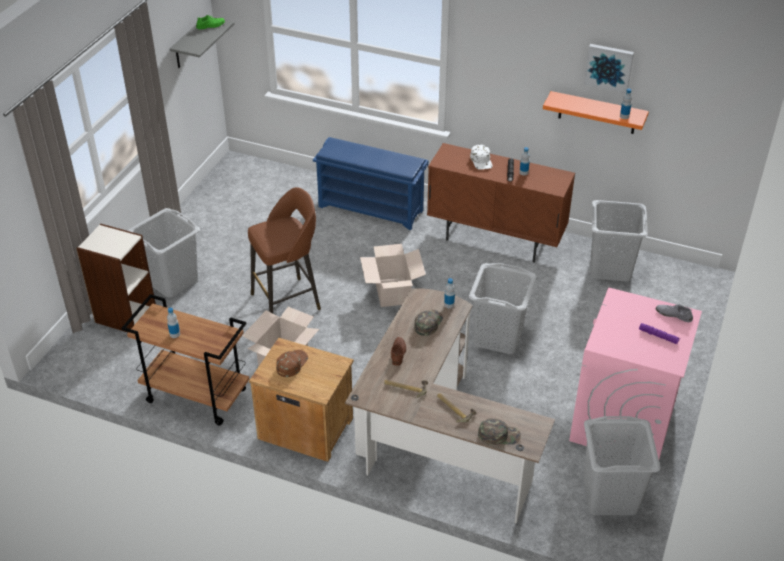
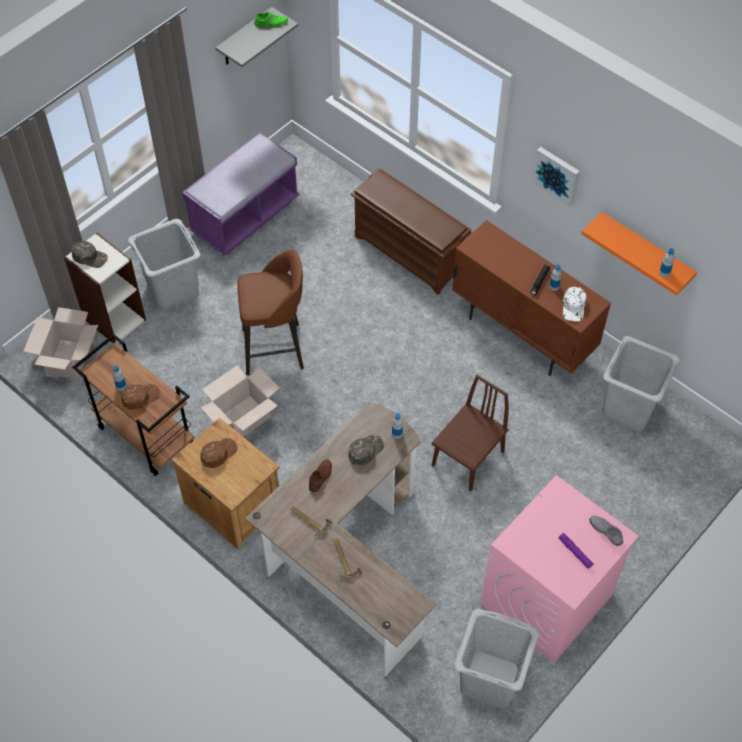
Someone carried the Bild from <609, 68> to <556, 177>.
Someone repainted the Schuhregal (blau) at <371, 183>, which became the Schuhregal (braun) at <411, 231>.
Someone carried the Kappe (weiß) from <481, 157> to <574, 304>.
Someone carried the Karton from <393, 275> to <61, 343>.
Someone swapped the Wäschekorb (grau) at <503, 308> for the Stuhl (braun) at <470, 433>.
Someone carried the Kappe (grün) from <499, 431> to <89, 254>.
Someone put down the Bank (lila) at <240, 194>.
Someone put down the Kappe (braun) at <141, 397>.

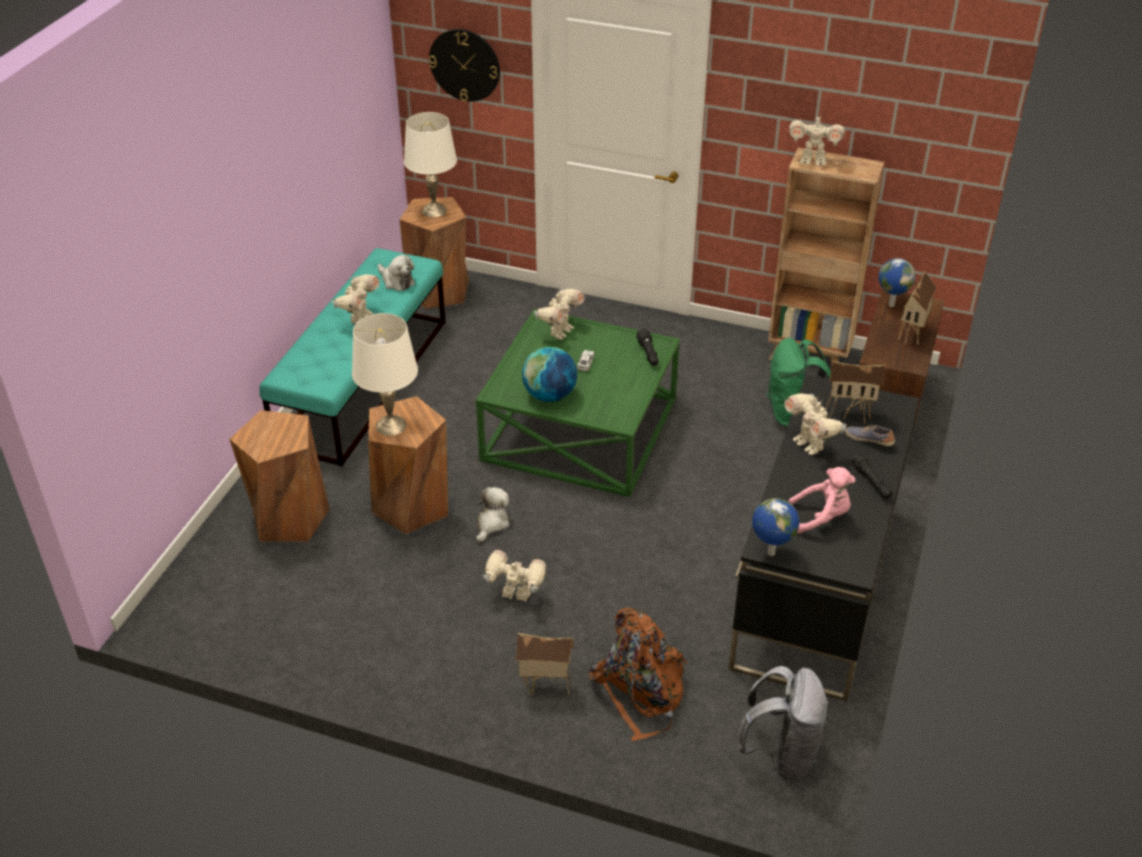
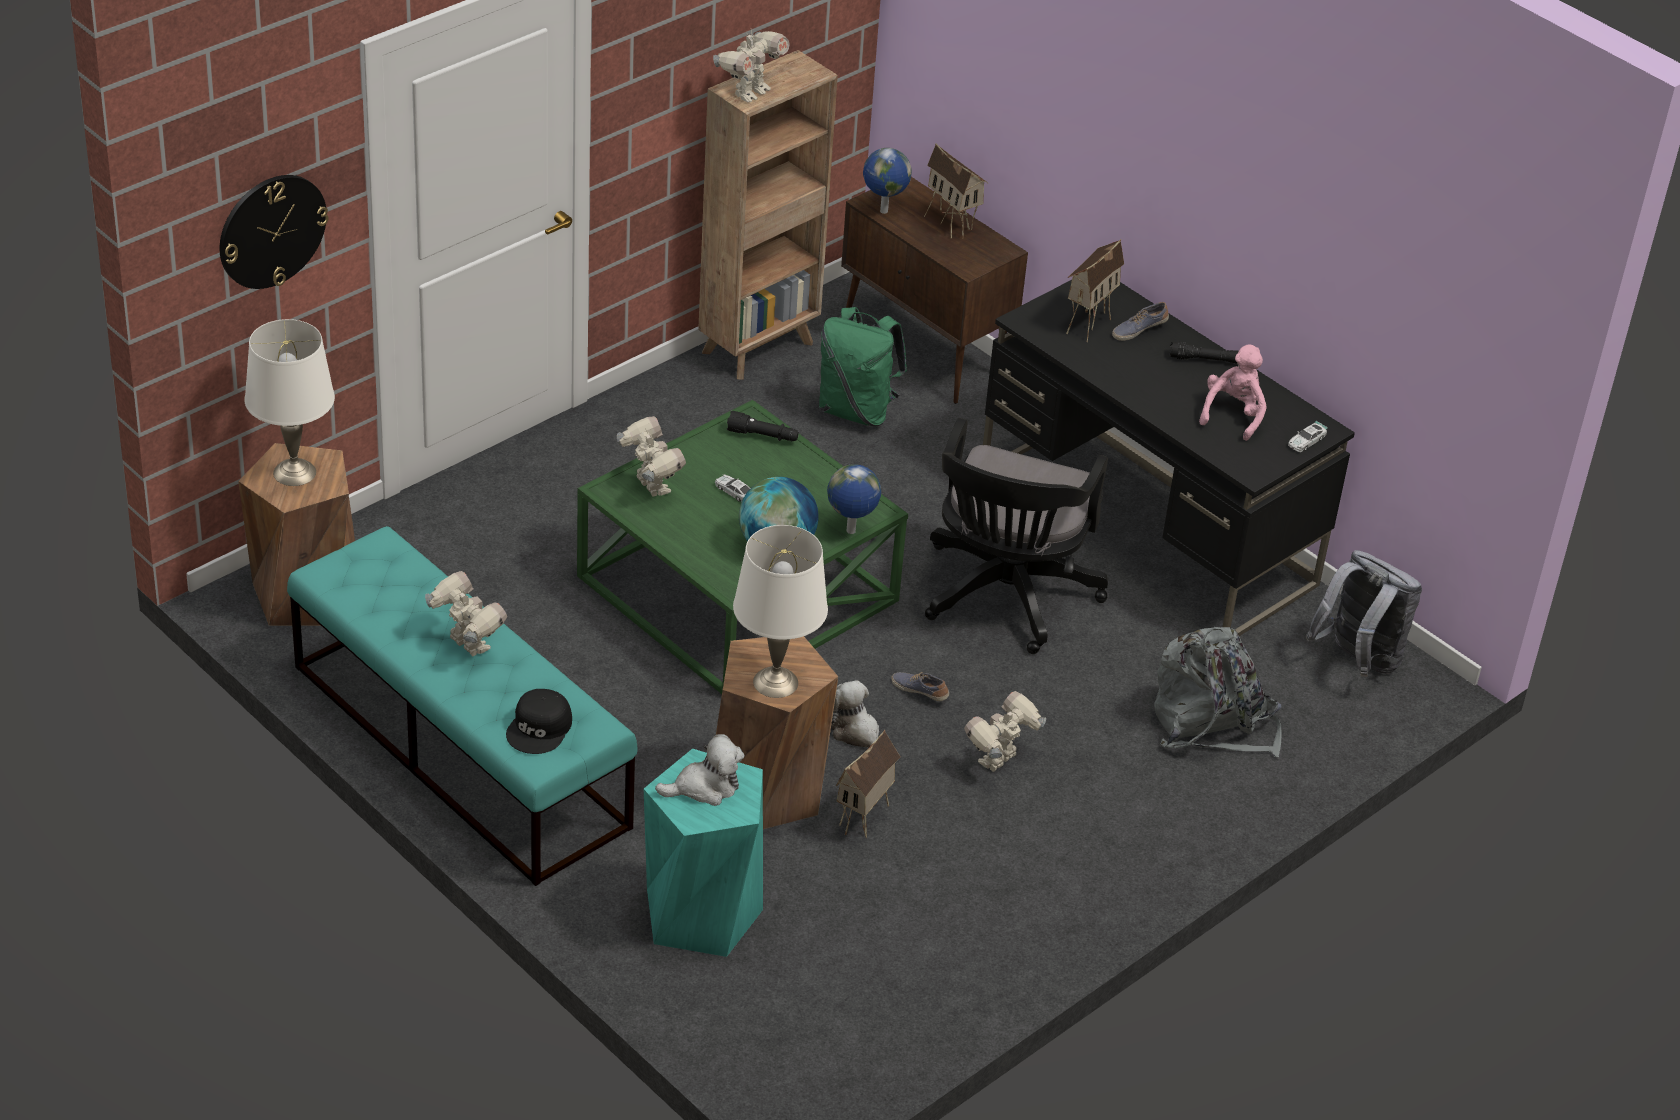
Someone carried the Plüschtier from <396, 273> to <699, 770>.
Someone took away the Spielzeugroboter at <815, 424>.
Someone repainted the Hocker (braun) at <279, 476>, which became the Hocker (türkis) at <703, 853>.
Someone carried the Globus from <775, 527> to <854, 499>.
Someone repainted the Rucksack (braun) at <638, 674>, which became the Rucksack (grau) at <1218, 692>.
Someone carried the Spielzeughaus from <545, 664> to <868, 784>.
Someone put down the Bürostuhl (schwarz) at <1016, 536>.
Someone put down the Spielzeugauto at <1308, 436>.
Someone put down the Schuh at <920, 686>.
Someone put down the Kappe (schwarz) at <539, 721>.

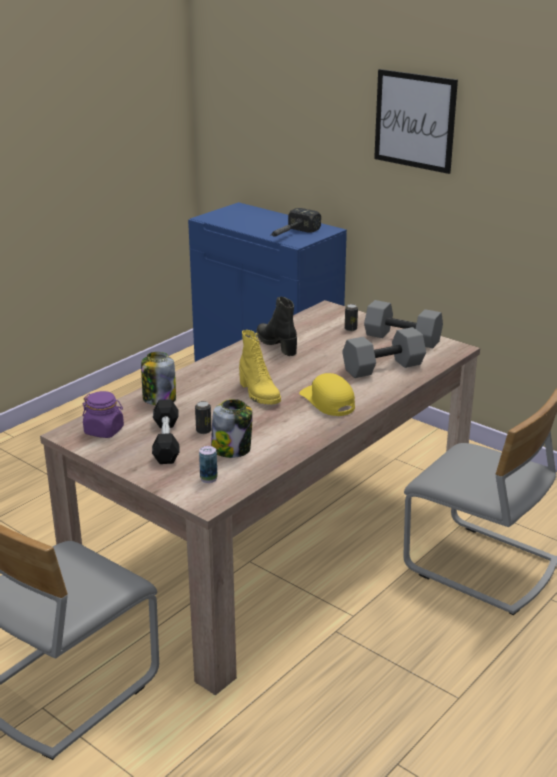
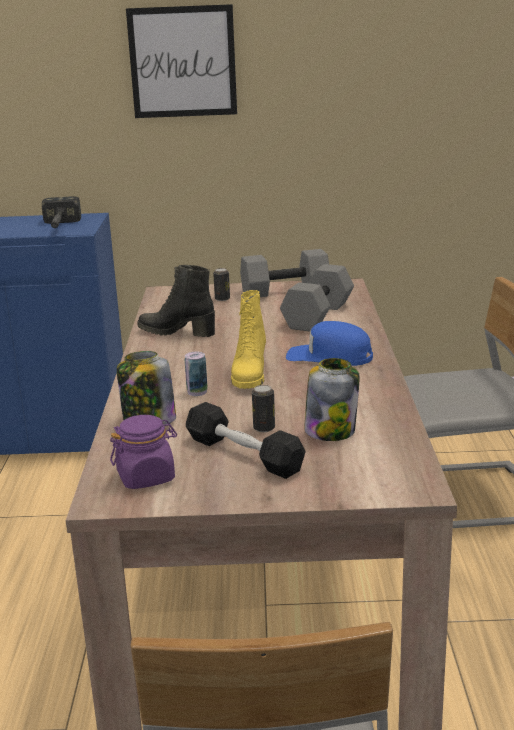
Someone rotated the Stiefel (gelb) at <260, 367> by 75 degrees clockwise.
Someone repainted the Kappe (gelb) at <327, 394>, which became the Kappe (blau) at <329, 343>.
Someone carried the Dose from <208, 464> to <196, 374>.

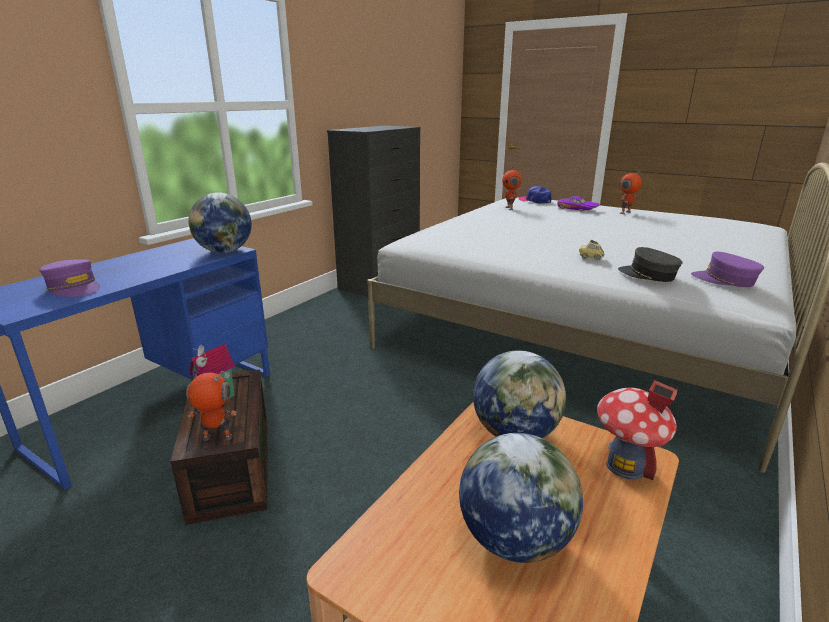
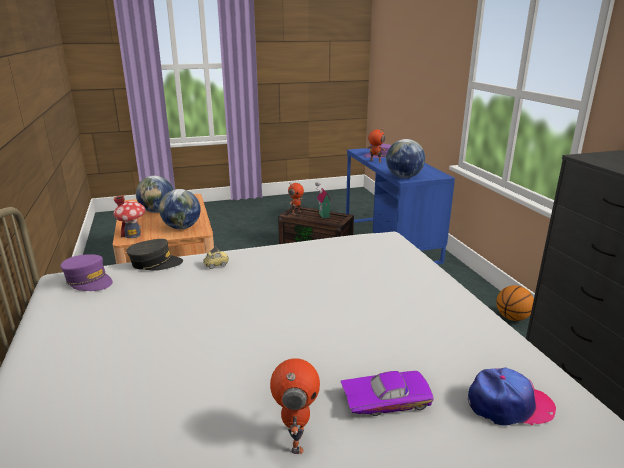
Someone carried the Spielzeugroboter from <512, 188> to <376, 145>.
Someone rotated the Kappe (lila) at <727, 269> by 45 degrees clockwise.
Someone put down the Basketball at <515, 303>.

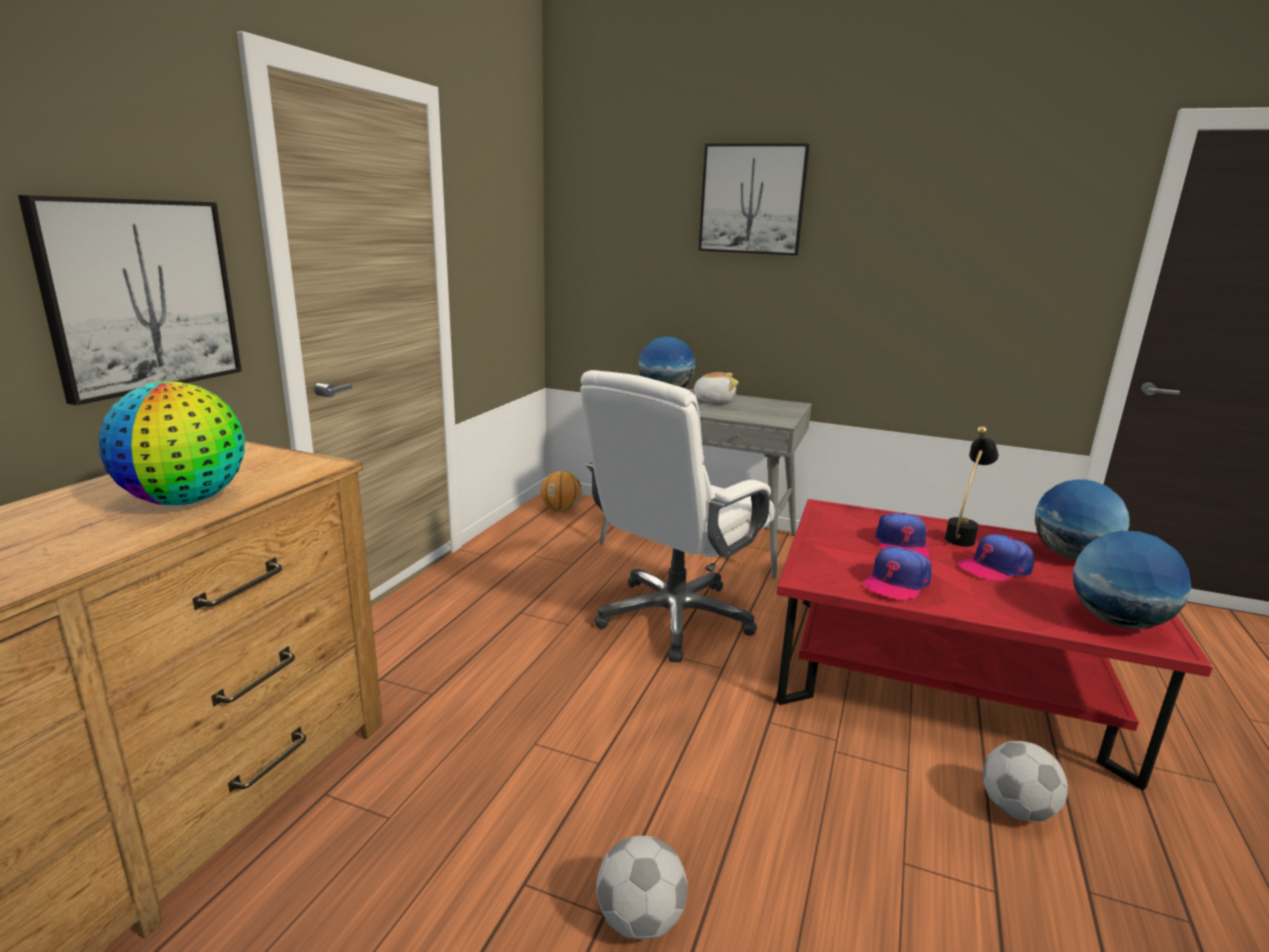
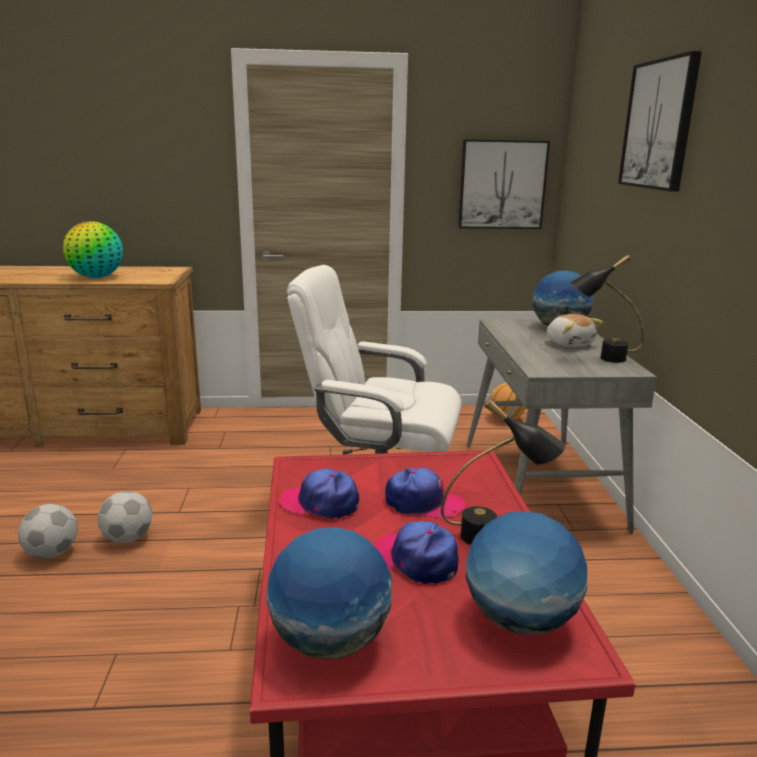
Someone carried the Bild from <130, 300> to <504, 184>.
Someone rotated the Kappe at <902, 534> by 150 degrees counterclockwise.
Someone carried the Fußball from <1025, 781> to <125, 517>.
Someone put down the Tischlampe (schwarz) at <607, 309>.

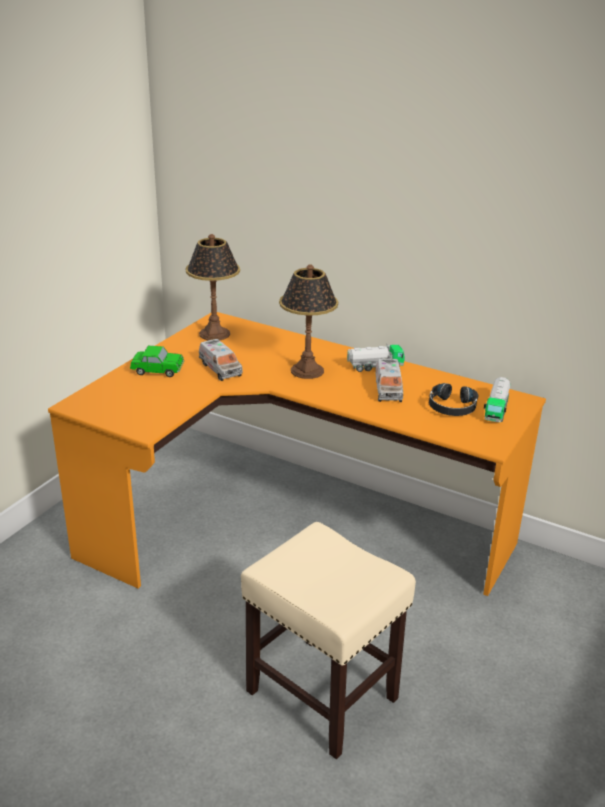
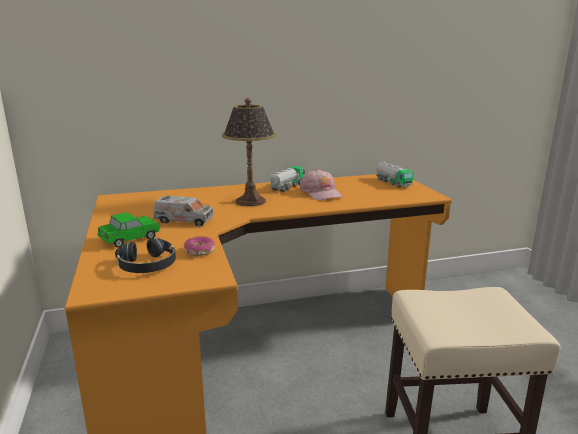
Someone took away the Tischlampe at <212, 287>.
Someone swapped the Spielzeuglaster at <389, 380> for the Kappe (rosa) at <321, 185>.
Someone carried the Kopfhörer (schwarz) from <454, 399> to <145, 255>.
Someone put down the Donut at <199, 246>.

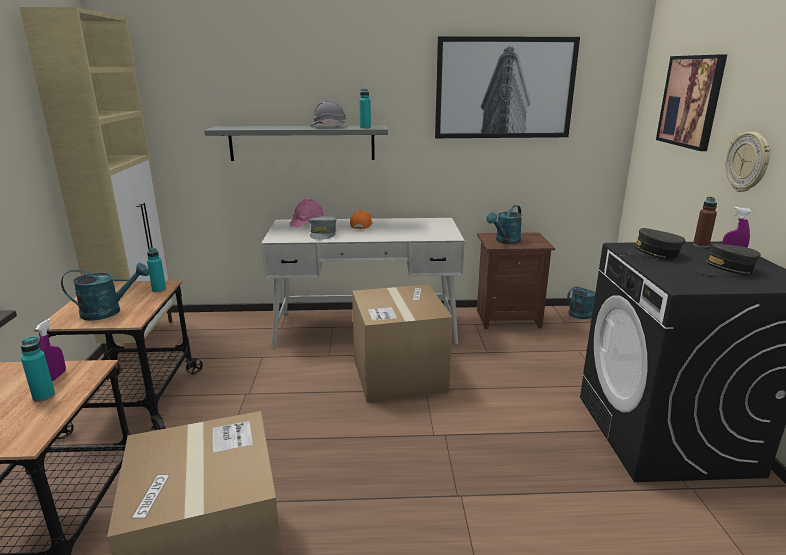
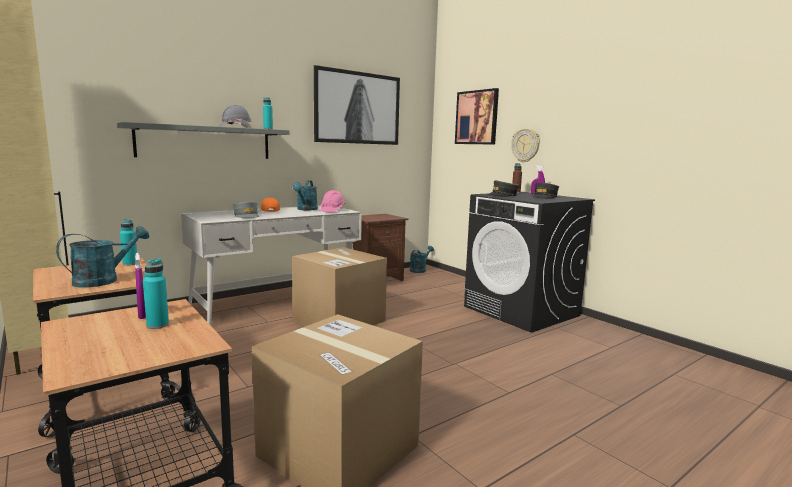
Someone carried the Schutzhelm (rosa) from <307, 213> to <332, 201>.
Someone carried the Gießkanne (türkis) from <504, 224> to <305, 195>.

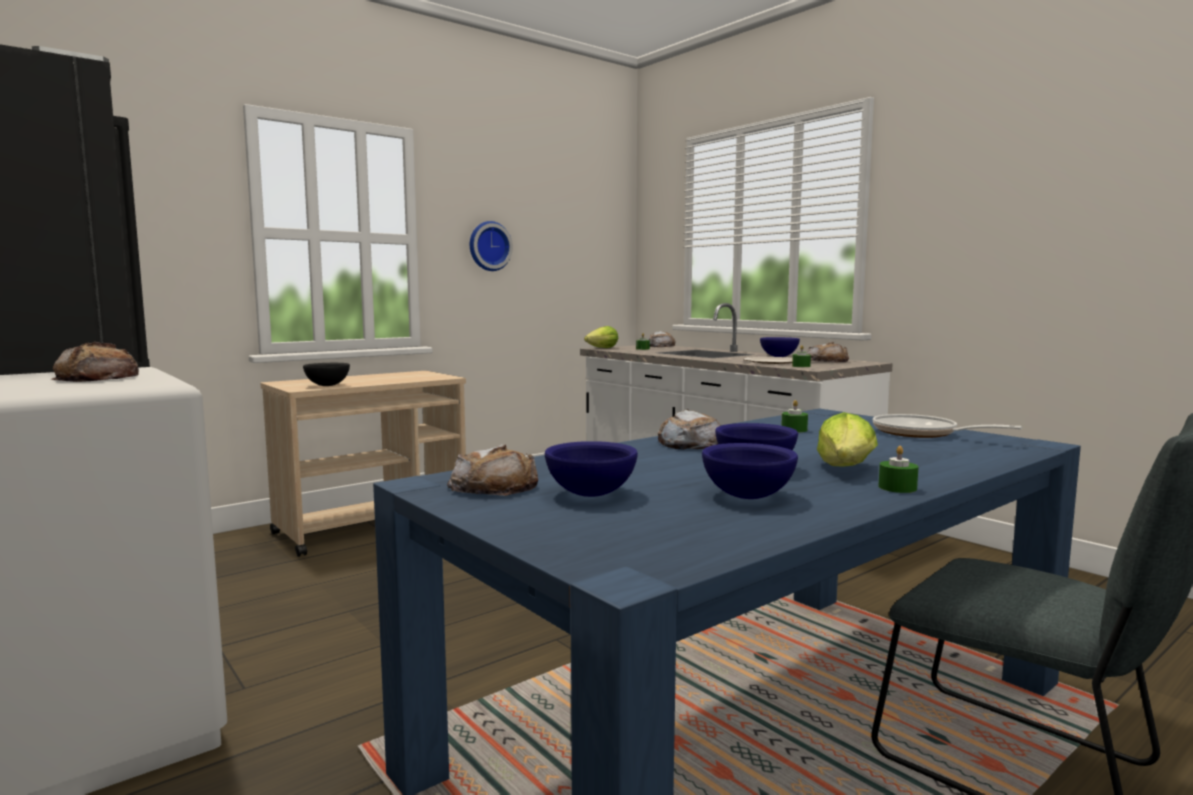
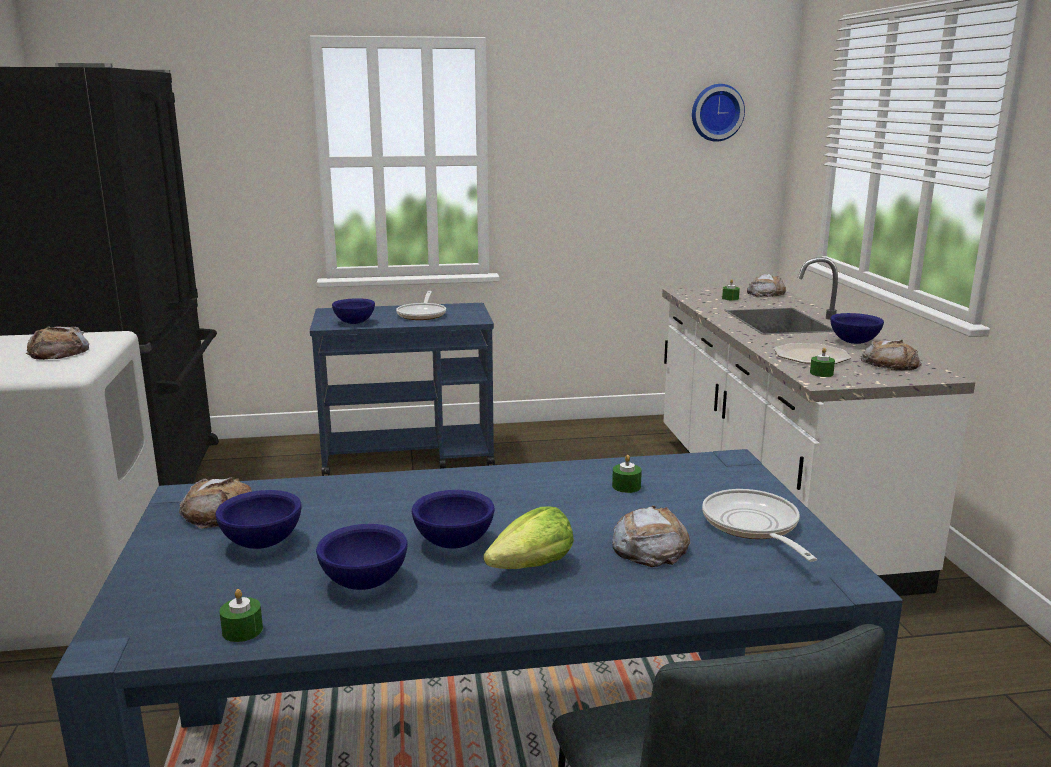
Someone carried the Wanduhr from <491, 246> to <718, 113>.
Someone took away the Salatkopf at <601, 337>.
Someone repainted the Schüssel (schwarz) at <326, 374>, which became the Schüssel (blau) at <353, 311>.
Someone repainted the Rollwagen (beige) at <363, 464>, which became the Rollwagen (blau) at <402, 389>.
Someone carried the Brot from <689, 430> to <651, 536>.
Someone carried the Kerze (grün) from <899, 469> to <241, 615>.
Someone put down the Pfanne at <421, 305>.

